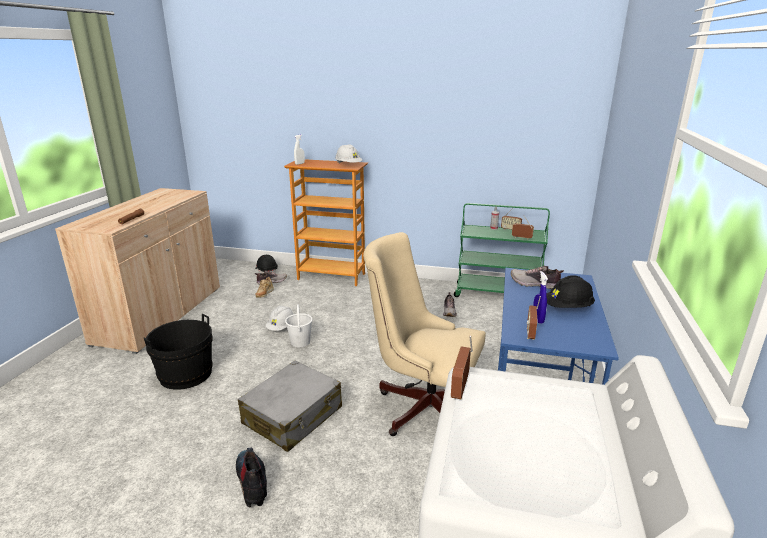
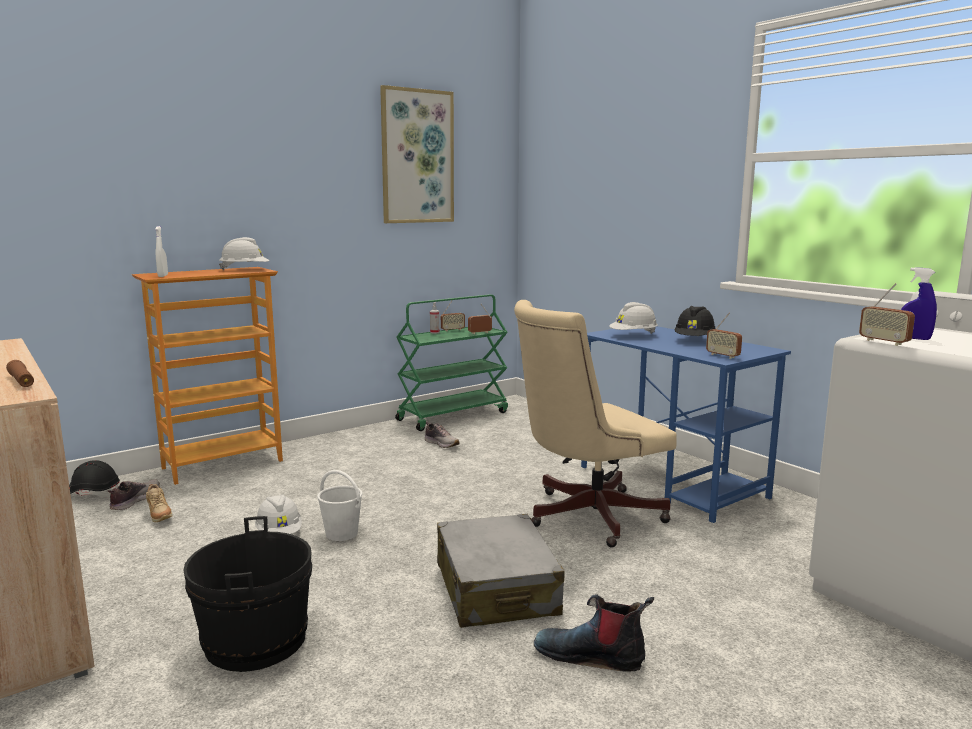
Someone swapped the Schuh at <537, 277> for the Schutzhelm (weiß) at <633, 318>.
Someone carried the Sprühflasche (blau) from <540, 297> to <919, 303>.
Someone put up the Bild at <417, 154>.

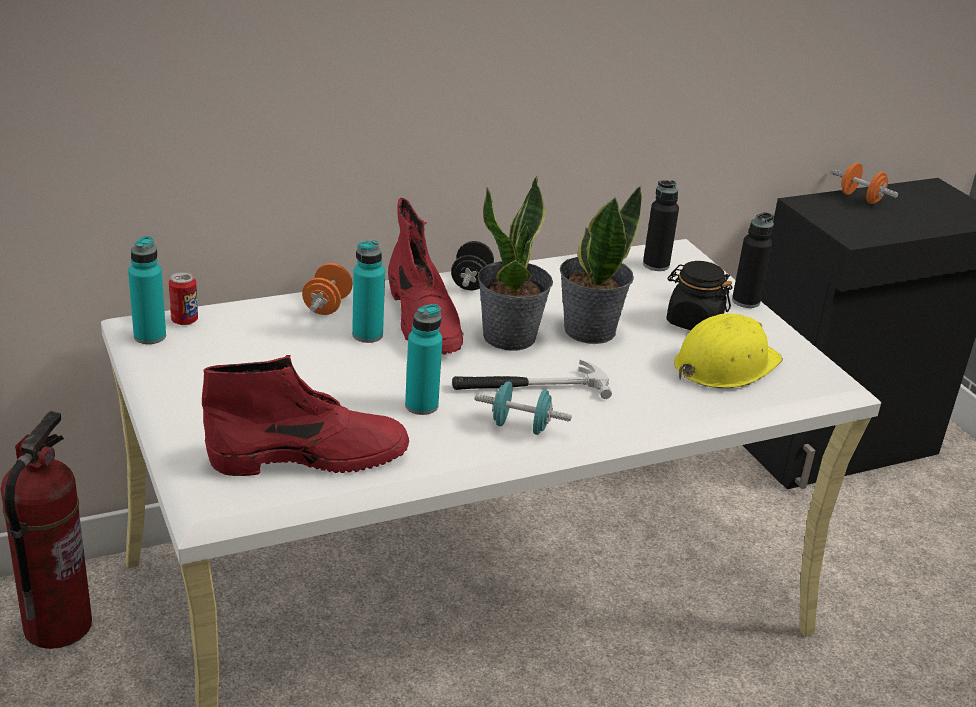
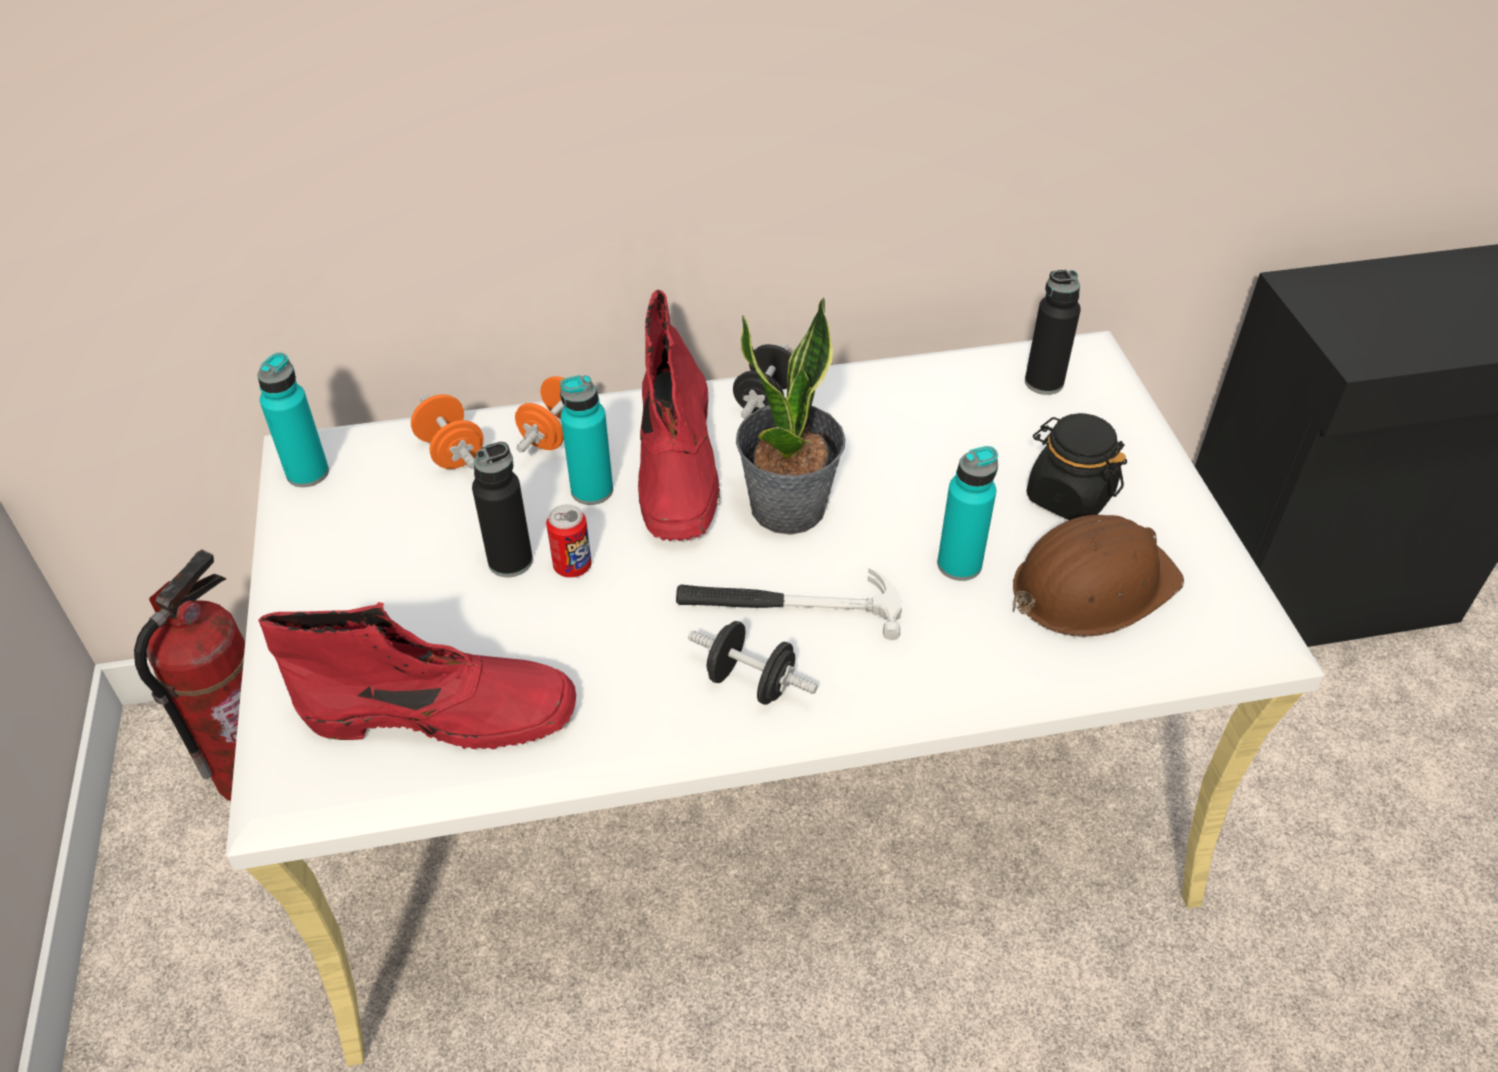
Someone carried the Hantel (orange) from <865, 183> to <447, 431>.
Someone took away the Topfpflanze at <601, 265>.
Someone carried the Flasche (schwarz) from <753, 260> to <502, 509>.
Someone carried the Dose from <183, 298> to <569, 541>.
Someone carried the Flasche (türkis) from <423, 359> to <967, 513>.
Someone repainted the Schutzhelm (gelb) at <728, 350>, which became the Schutzhelm (braun) at <1098, 576>.
Someone repainted the Hantel (türkis) at <523, 408>, which became the Hantel (schwarz) at <753, 663>.

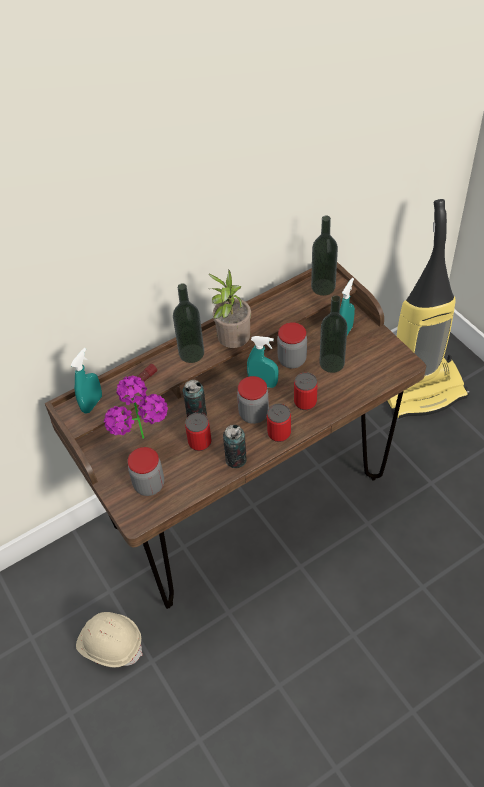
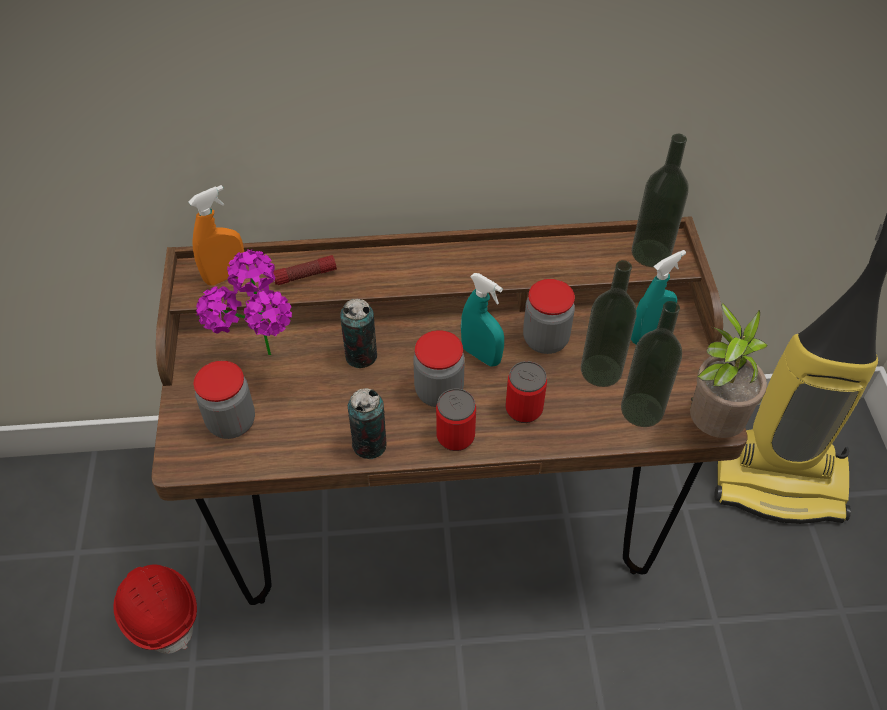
Someone carried the Topfpflanze from <230, 309> to <728, 370>.
Someone carried the Flasche from <188, 323> to <651, 364>.
Someone repainted the Sprühflasche (türkis) at <86, 381>, which became the Sprühflasche (orange) at <216, 235>.
Someone took away the Dose at <198, 432>.
Someone repainted the Schutzhelm (beige) at <109, 639>, which became the Schutzhelm (rot) at <155, 609>.

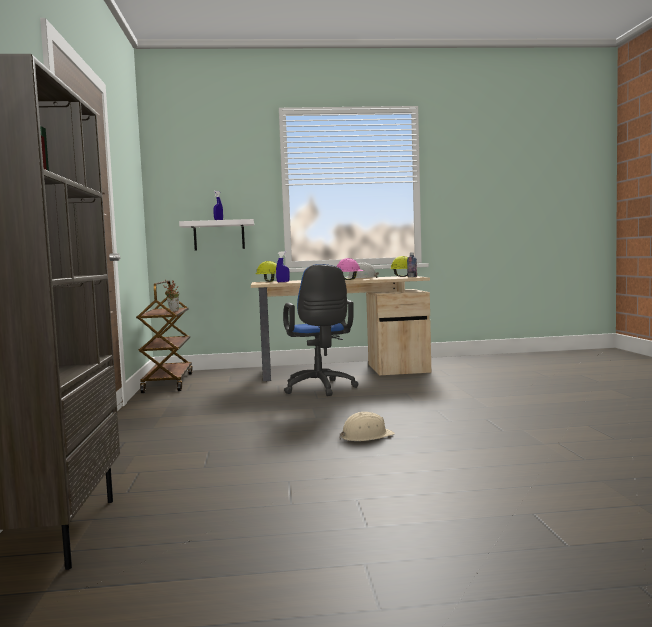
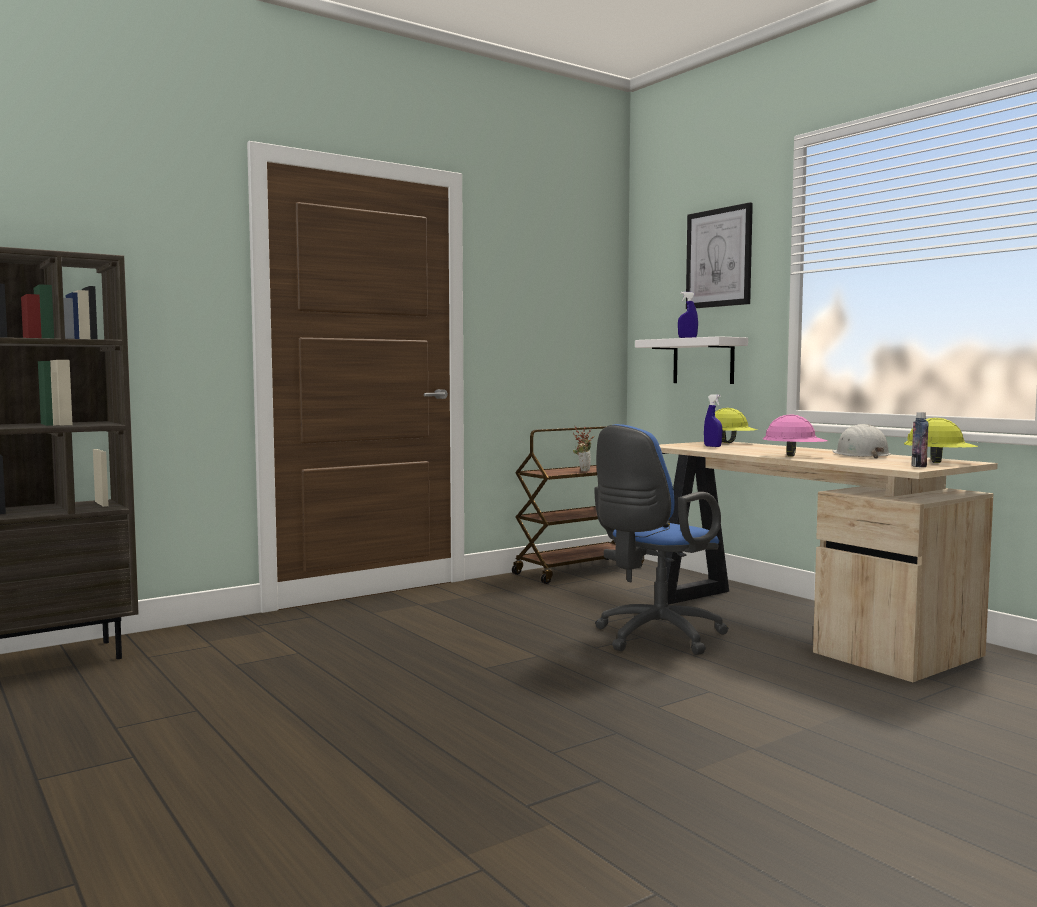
Someone took away the Schutzhelm (beige) at <367, 426>.
Someone put up the Bild at <719, 255>.

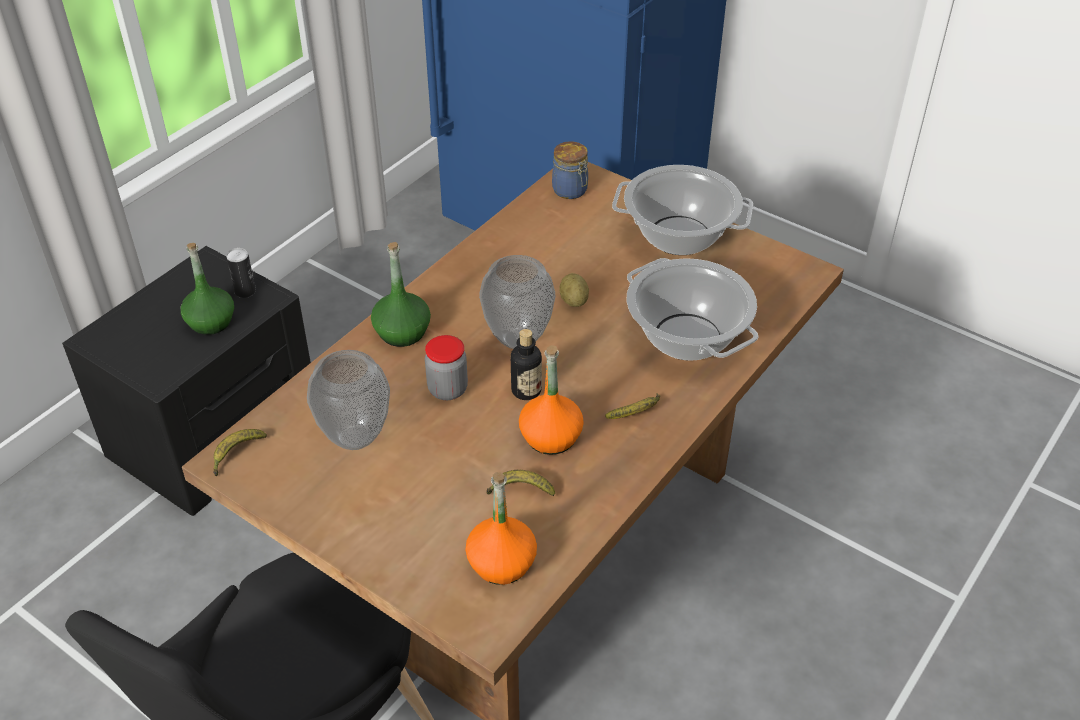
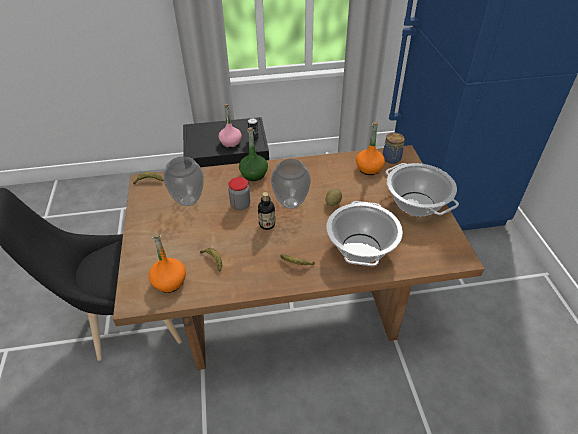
Someone repainted the Flasche (grün) at <207, 289>, which became the Flasche (rosa) at <230, 126>.
Someone carried the Flasche (orange) from <551, 400> to <370, 148>.

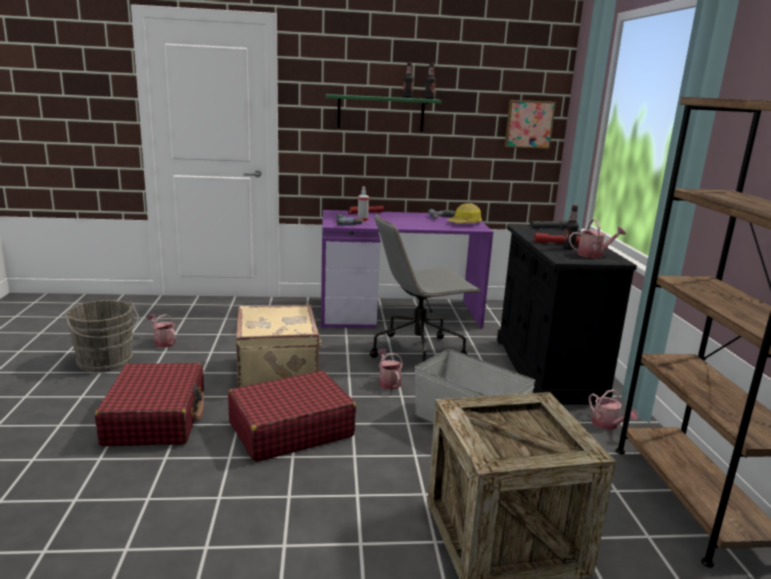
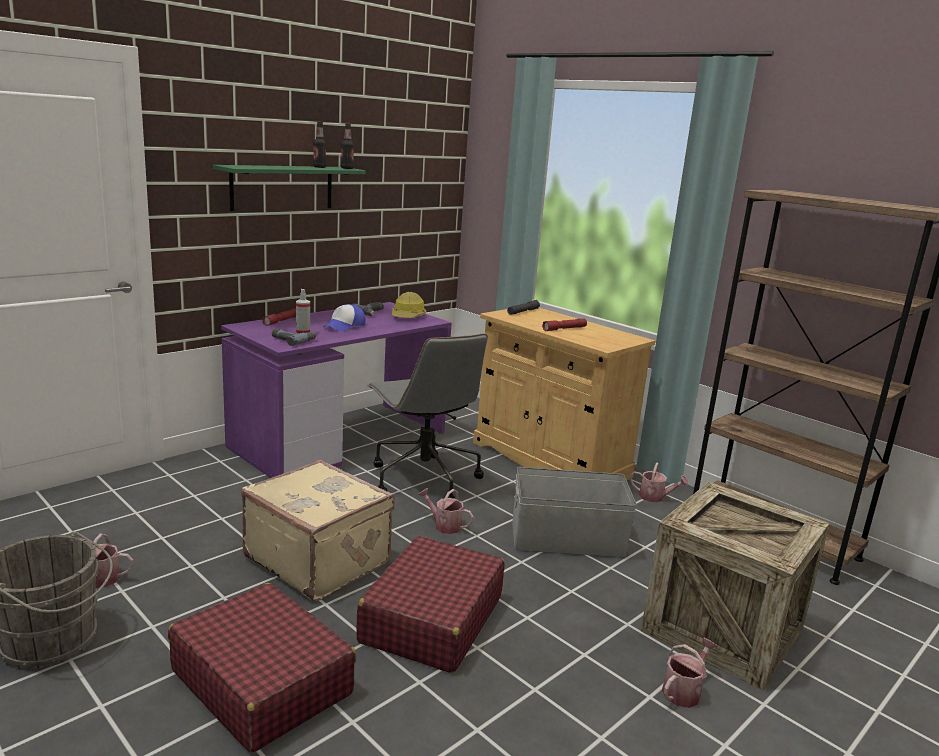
Someone took away the Bild at <530, 124>.
Someone took away the Flasche at <571, 227>.
Someone rotated the Bürostuhl (grau) at <426, 288> by 60 degrees counterclockwise.
Someone carried the Gießkanne from <597, 238> to <690, 672>.
Someone repainted the Schrank (schwarz) at <567, 314>, which became the Schrank (beige) at <564, 394>.
Someone put down the Kappe at <344, 318>.

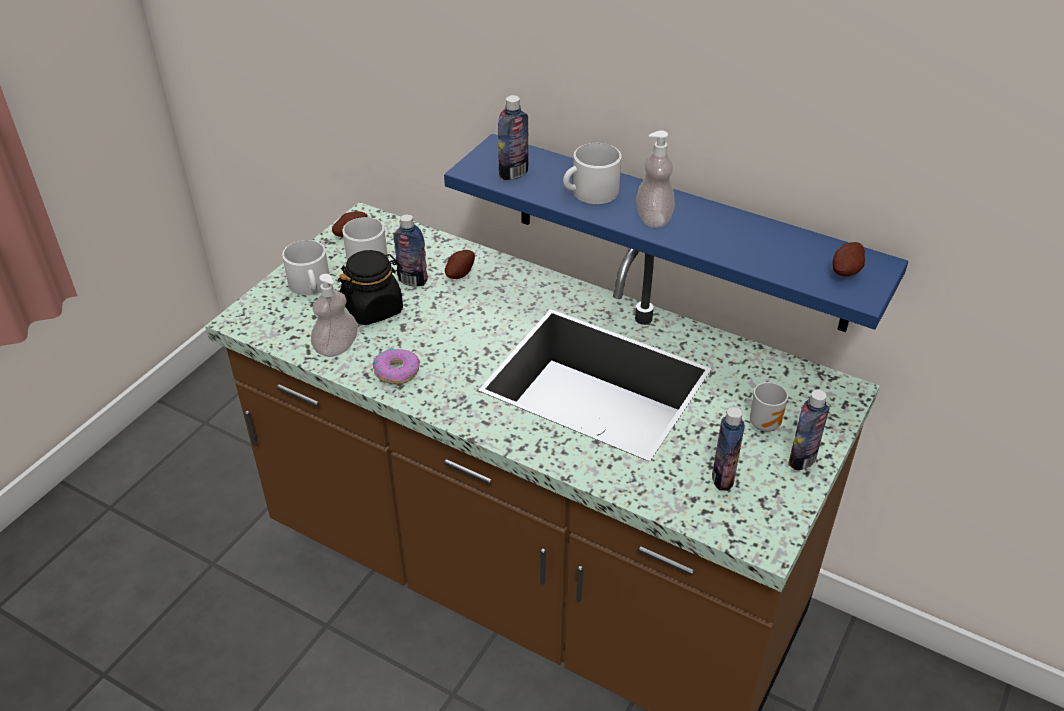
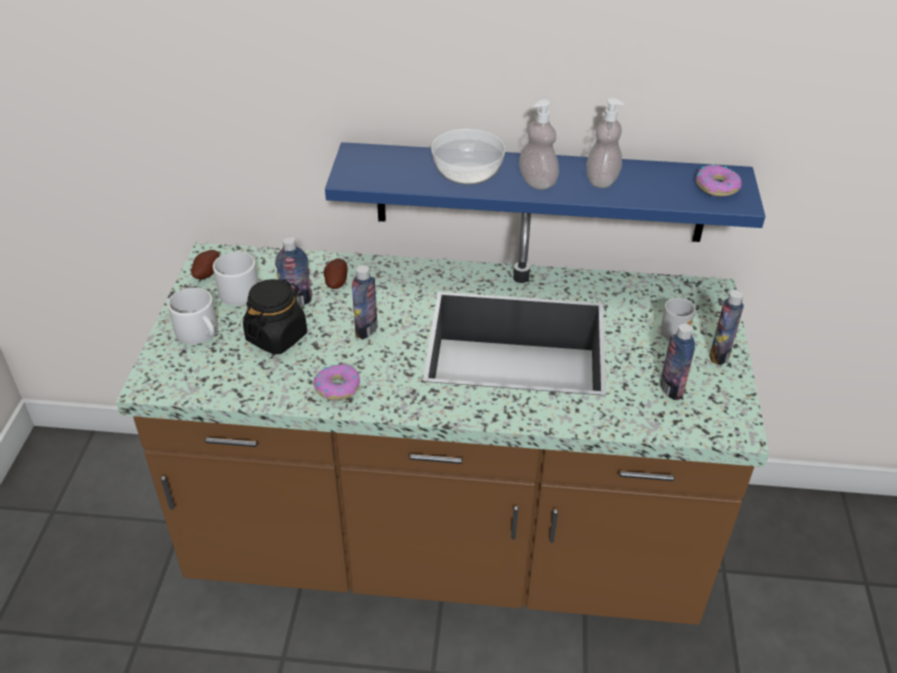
Someone carried the Flasche from <513, 137> to <365, 302>.
Someone swapped the Henkelbecher (weiß) at <592, 173> for the Schüssel at <468, 157>.
Someone swapped the Kartoffel at <849, 259> for the Donut at <719, 181>.
Someone carried the Seifenspender from <334, 315> to <605, 143>.

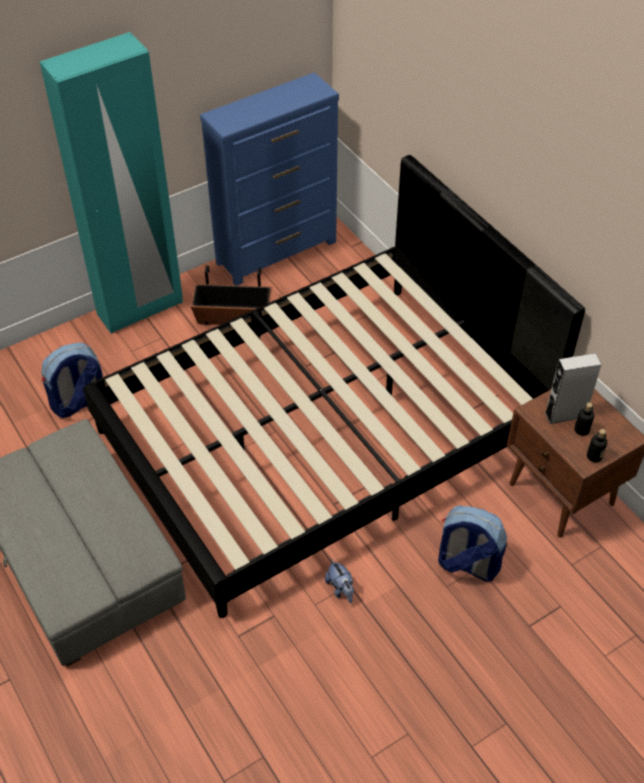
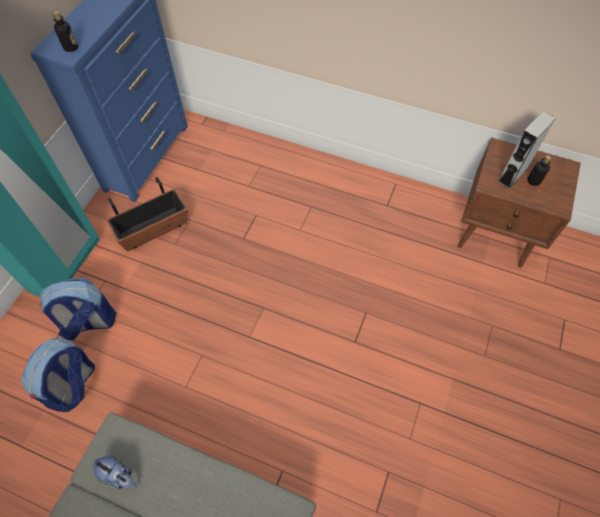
Someone took away the Bett (schwarz) at <334, 386>.
Someone carried the Flasche from <597, 445> to <65, 31>.
Someone carried the Rucksack from <472, 544> to <77, 309>.
Someone carried the Plüschtier from <339, 581> to <114, 472>.

